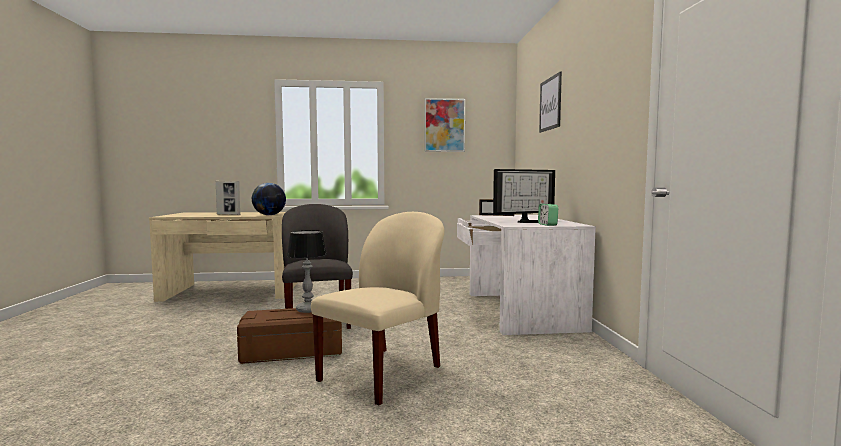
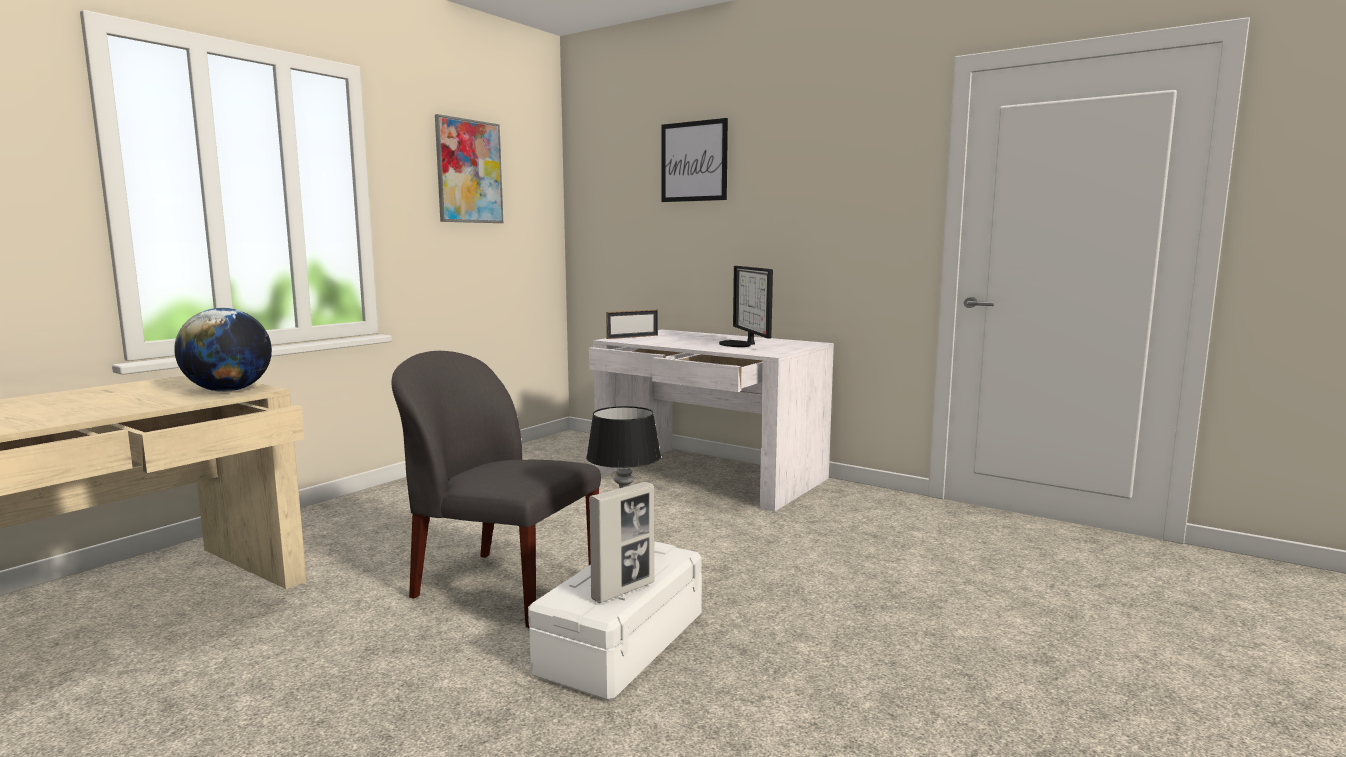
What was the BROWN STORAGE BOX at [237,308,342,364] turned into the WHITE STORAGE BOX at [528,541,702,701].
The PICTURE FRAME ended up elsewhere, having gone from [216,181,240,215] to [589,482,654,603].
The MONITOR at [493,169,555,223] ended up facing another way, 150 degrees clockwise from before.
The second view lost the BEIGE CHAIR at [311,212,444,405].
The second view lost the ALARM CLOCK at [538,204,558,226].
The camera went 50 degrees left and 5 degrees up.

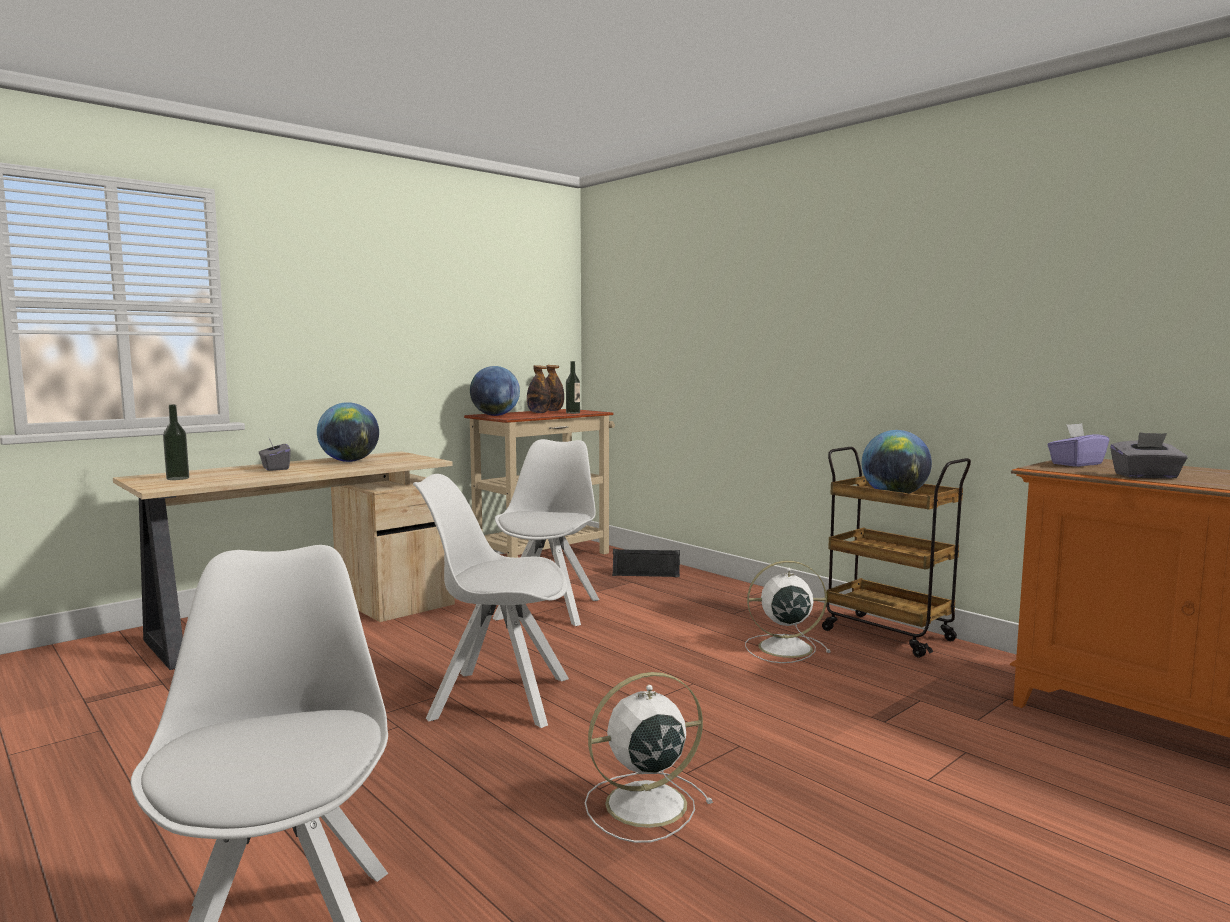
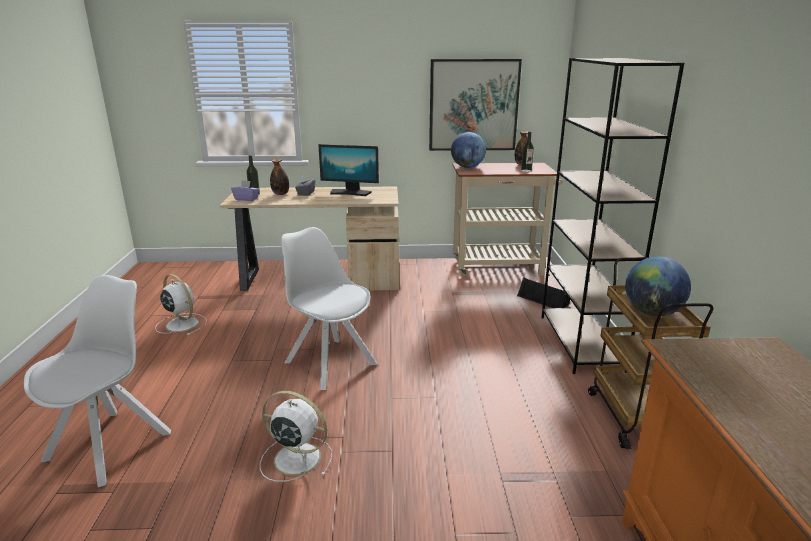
The WHITE FAN ended up elsewhere, having gone from [745,561,830,663] to [155,274,207,335].
The PURPLE TISSUE BOX ended up elsewhere, having gone from [1047,423,1109,467] to [231,180,259,201].
The BOTTLE ended up elsewhere, having gone from [527,365,551,413] to [270,158,289,195].
Where the GLOBE stood at [317,402,379,462], the MONITOR came to stand at [318,144,379,196].
The second view gained the PICTURE at [429,59,522,151].
The second view gained the BEIGE BOOKCASE at [541,58,684,374].
The second view lost the WHITE CHAIR at [492,439,600,626].
The second view lost the GREY TISSUE BOX at [1110,432,1188,479].
The camera went 40 degrees right and 15 degrees up.

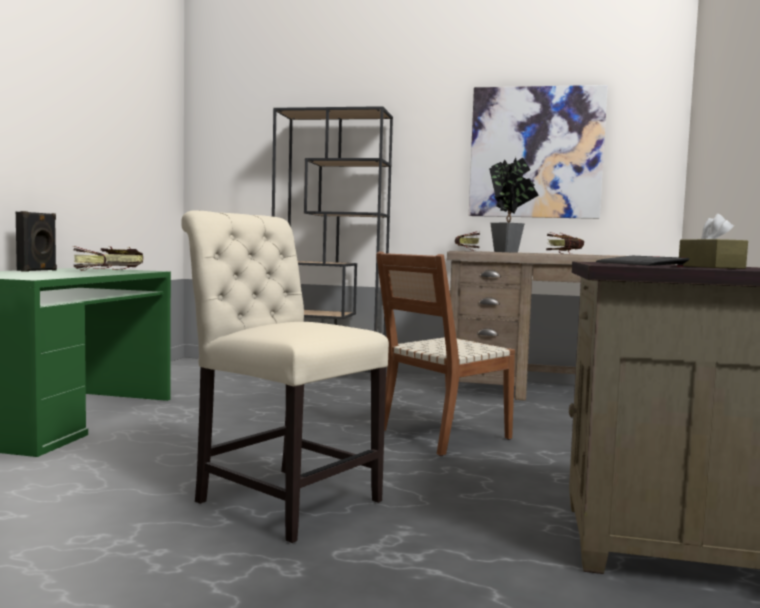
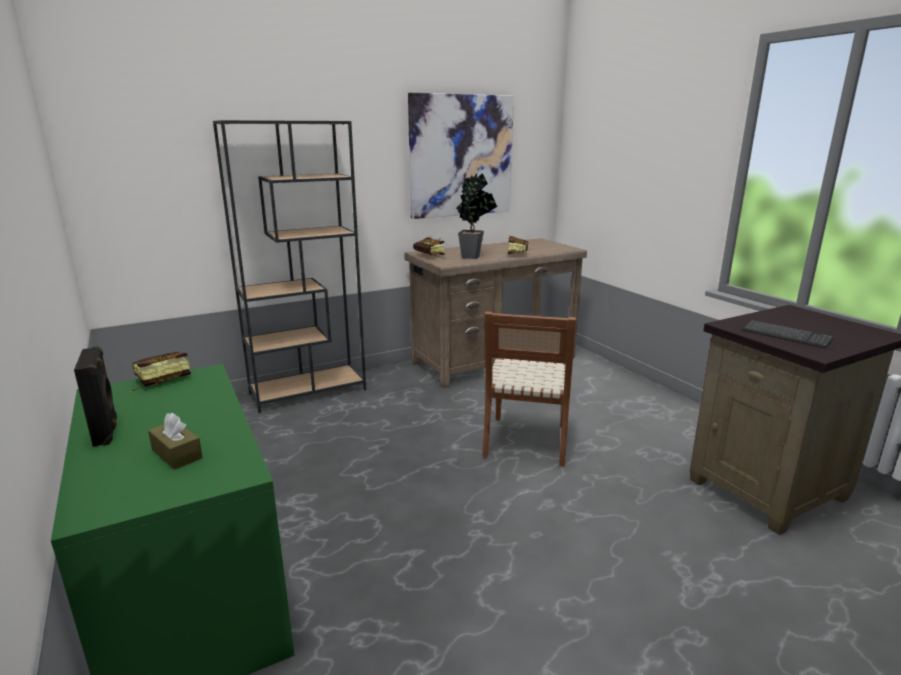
The BROWN TISSUE BOX ended up elsewhere, having gone from [679,214,748,269] to [148,413,203,470].
The second view lost the BOOK at [73,246,106,271].
The second view lost the BEIGE CHAIR at [181,210,389,543].
The camera went 40 degrees left and 15 degrees up.

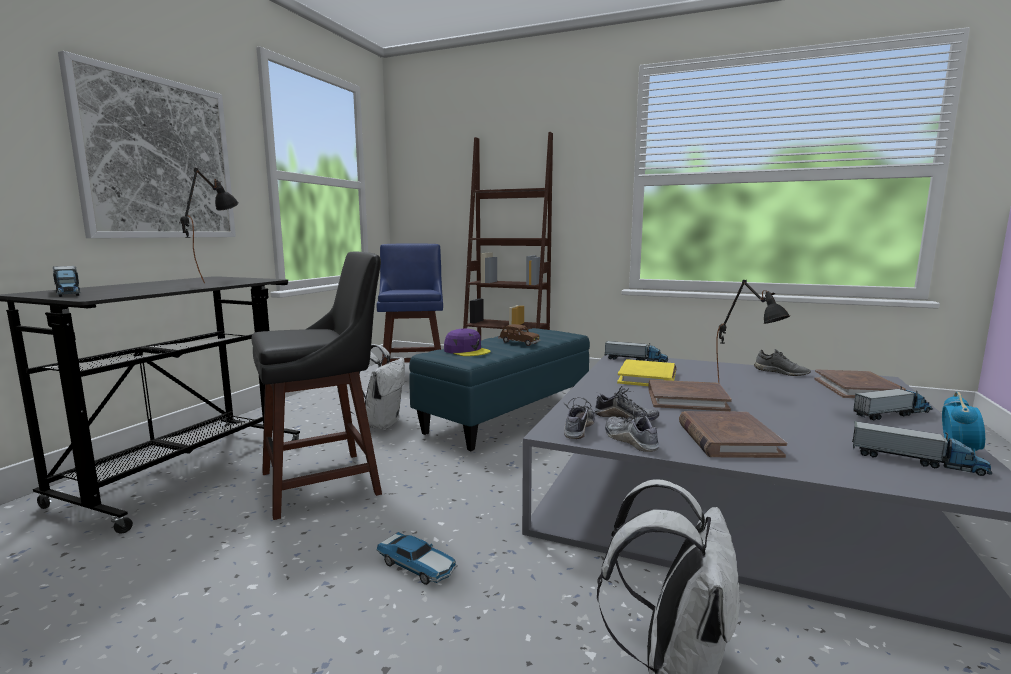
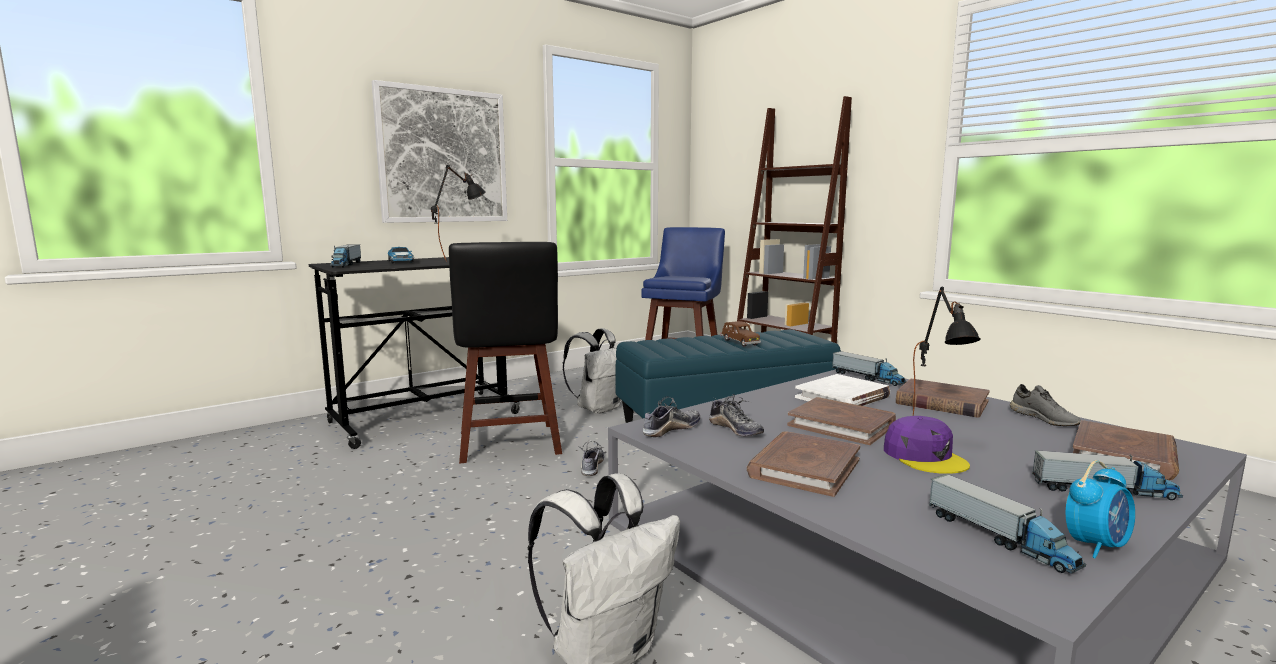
The TOY CAR ended up elsewhere, having gone from [376,532,458,585] to [388,247,414,264].
The BLACK CHAIR at [251,252,382,520] ended up facing another way, 75 degrees clockwise from before.
The SHOE ended up elsewhere, having gone from [605,407,659,452] to [578,441,607,476].
What was the YELLOW BOOK at [617,359,677,386] turned into the WHITE BOOK at [795,374,890,406].
The PURPLE CAP ended up elsewhere, having gone from [444,328,491,356] to [884,416,970,474].
The second view gained the BROWN BOOK at [896,379,990,418].
The camera went 30 degrees right and 0 degrees up.

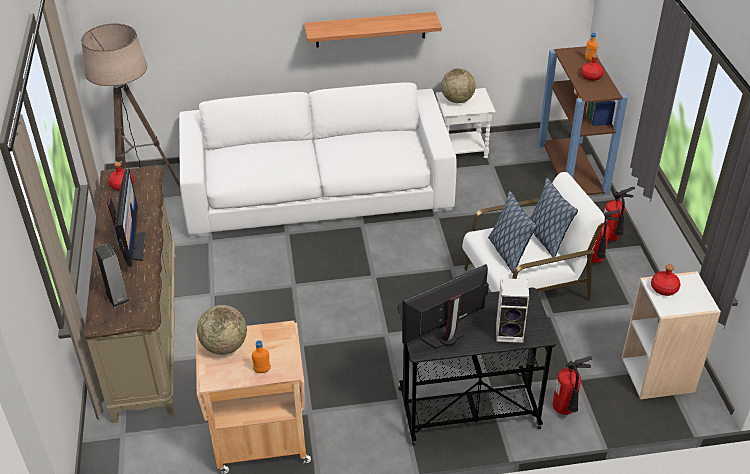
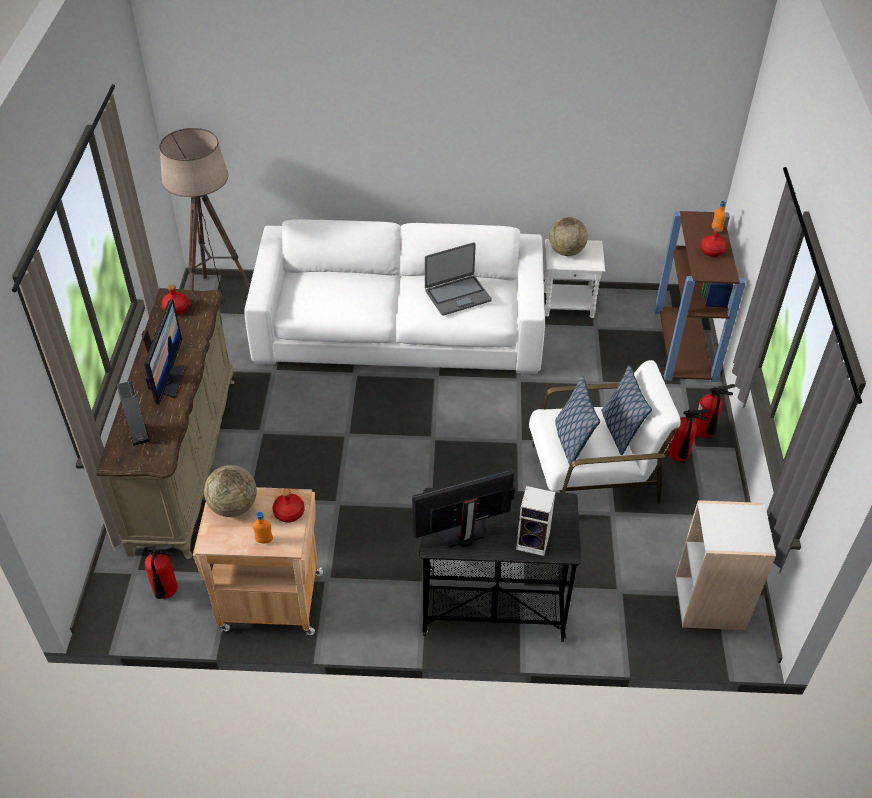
The FIRE EXTINGUISHER ended up elsewhere, having gone from [553,356,593,415] to [145,544,178,599].
The RED BOTTLE ended up elsewhere, having gone from [651,264,680,296] to [273,489,305,523].
The second view gained the LAPTOP at [425,242,492,316].
The second view lost the SHELF at [304,12,442,47].
The camera went 10 degrees right and 5 degrees up.

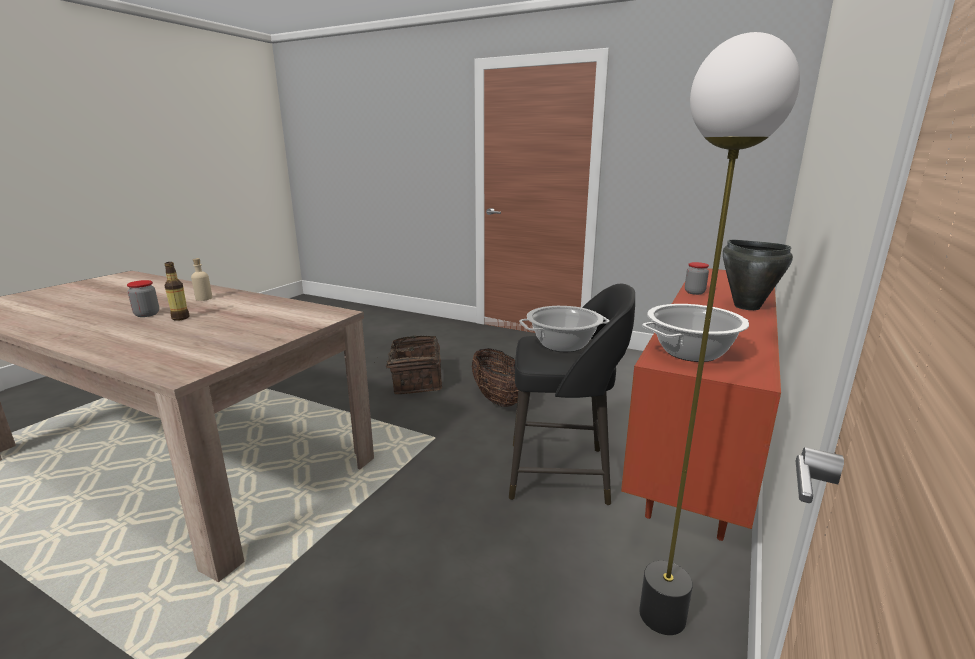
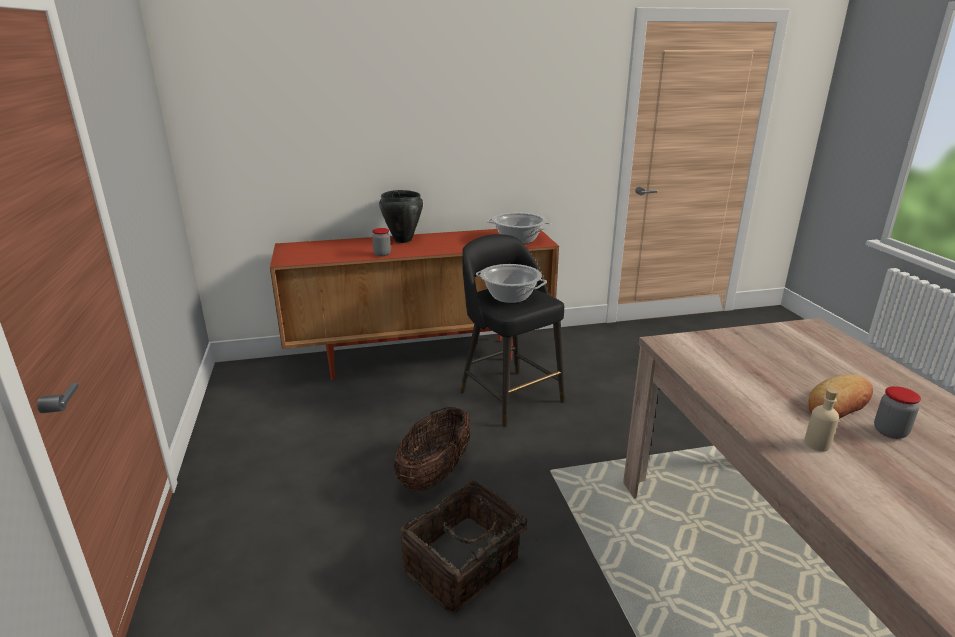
Where the BOTTLE stood at [165,262,190,321], the BREAD came to stand at [808,375,873,419].
The second view lost the FLOOR LAMP at [639,32,800,635].
The camera went 130 degrees left and 5 degrees up.

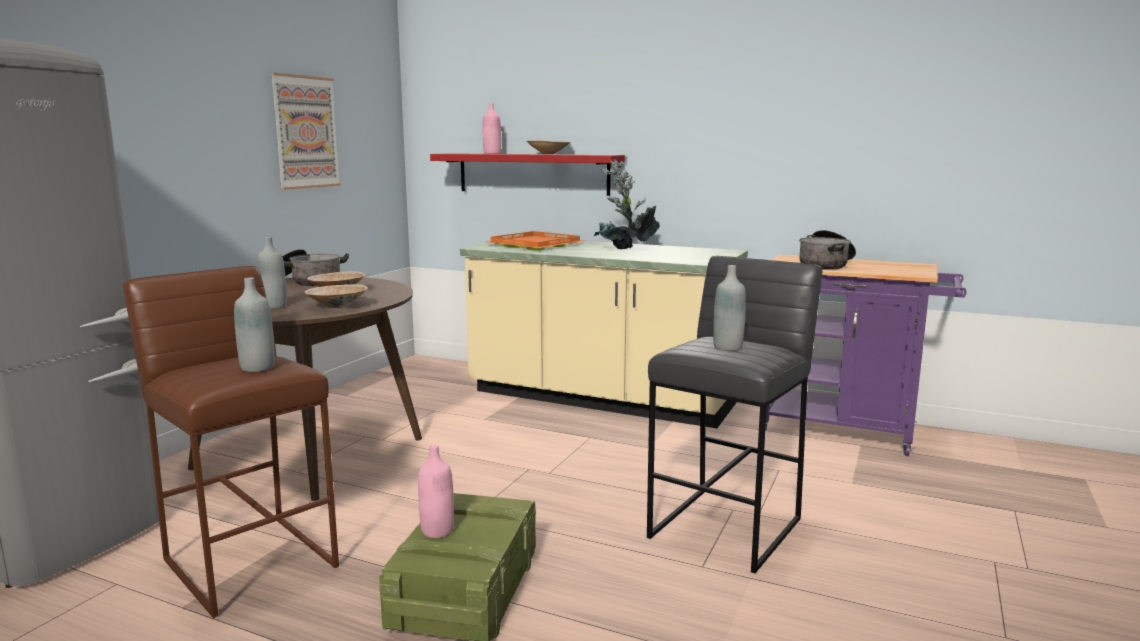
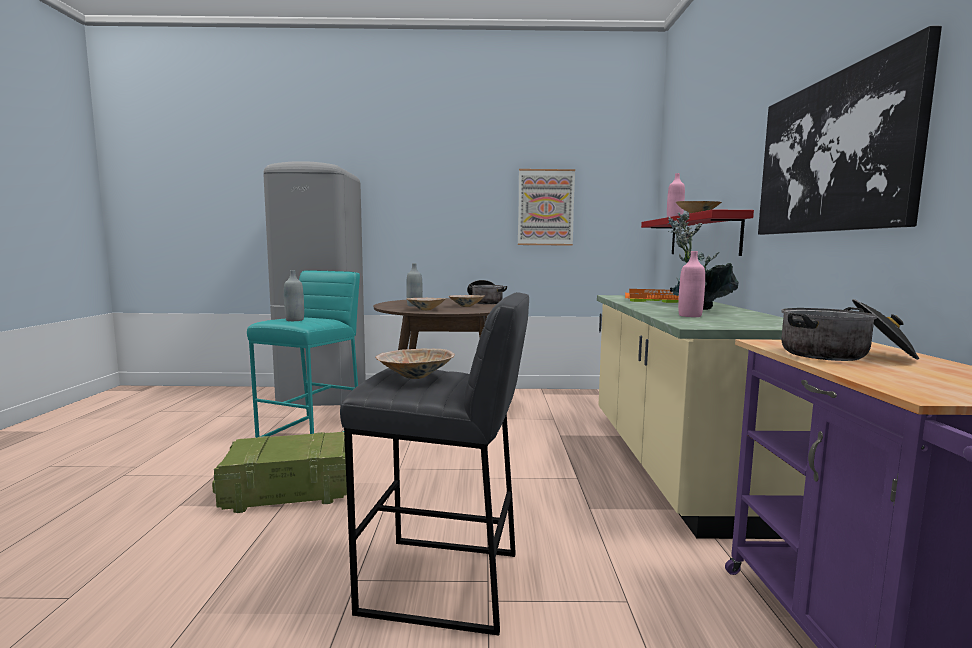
What was the BROWN STOOL at [123,266,339,618] turned into the TURQUOISE STOOL at [247,270,360,438].
Where the GREY BOTTLE stood at [713,265,746,351], the BEIGE BOWL came to stand at [375,348,455,379].
The PINK BOTTLE ended up elsewhere, having gone from [418,445,454,538] to [678,251,705,317].
The second view gained the PICTURE at [758,25,942,235].
The camera went 65 degrees right and 5 degrees down.

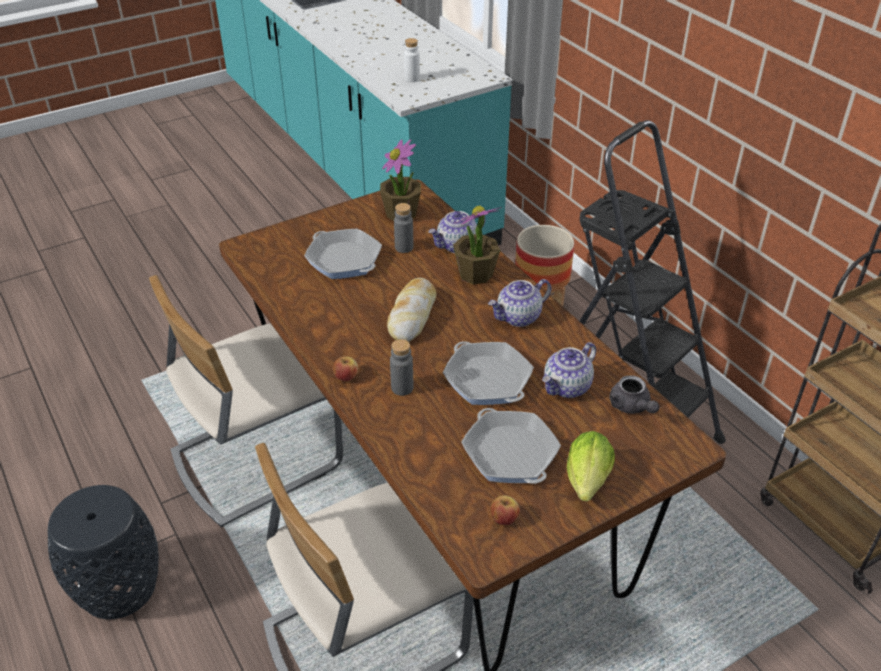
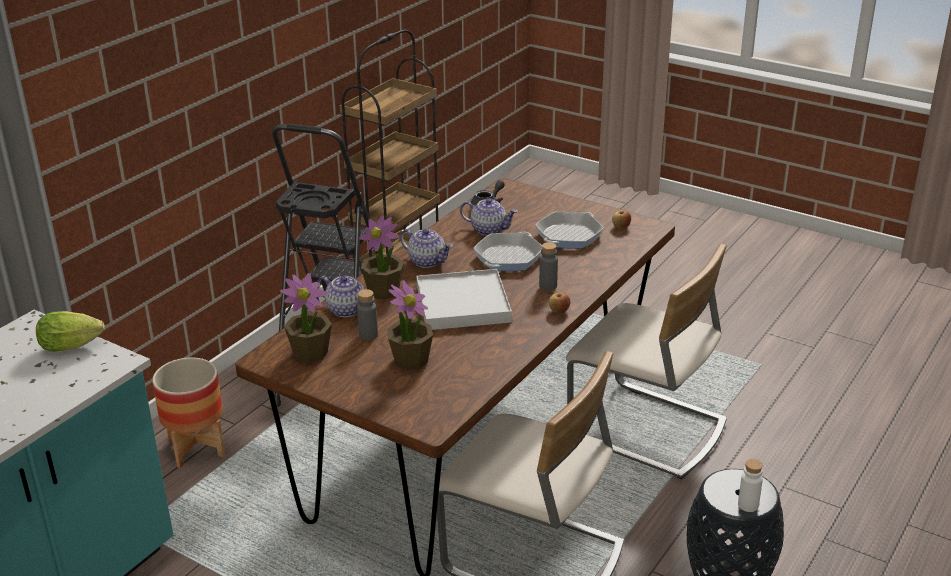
The LETTUCE ended up elsewhere, having gone from [567,431,615,501] to [36,311,105,352].
Where the FRYING PAN stood at [304,229,382,279], the POTTED PLANT came to stand at [387,280,433,370].
Where the BREAD stood at [387,278,436,342], the WHITE TRAY came to stand at [416,269,512,330].
The WHITE BOTTLE ended up elsewhere, having gone from [404,38,420,82] to [738,459,763,512].
The camera went 115 degrees left and 10 degrees down.

